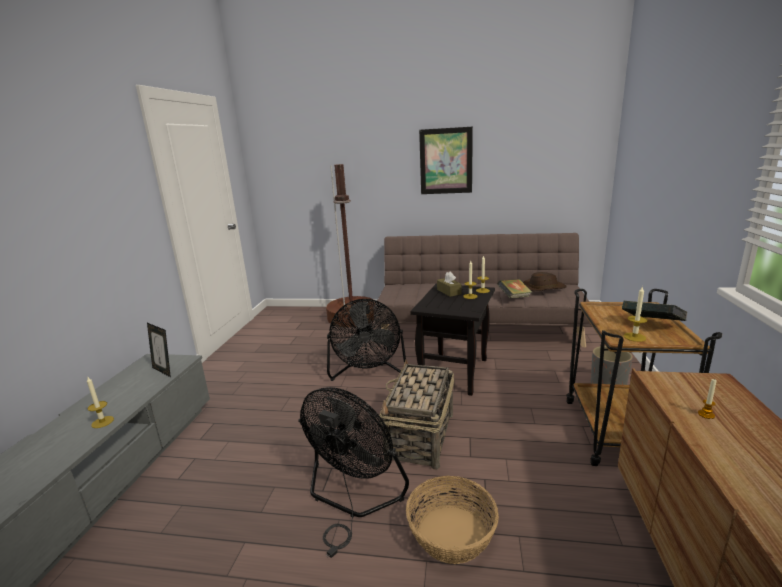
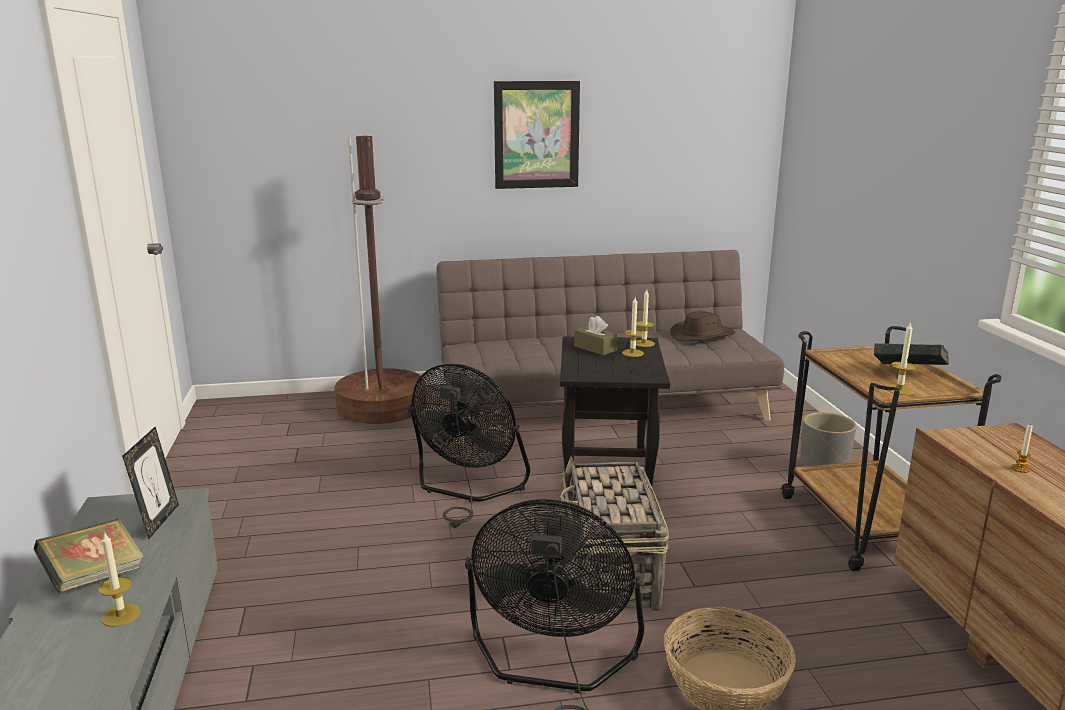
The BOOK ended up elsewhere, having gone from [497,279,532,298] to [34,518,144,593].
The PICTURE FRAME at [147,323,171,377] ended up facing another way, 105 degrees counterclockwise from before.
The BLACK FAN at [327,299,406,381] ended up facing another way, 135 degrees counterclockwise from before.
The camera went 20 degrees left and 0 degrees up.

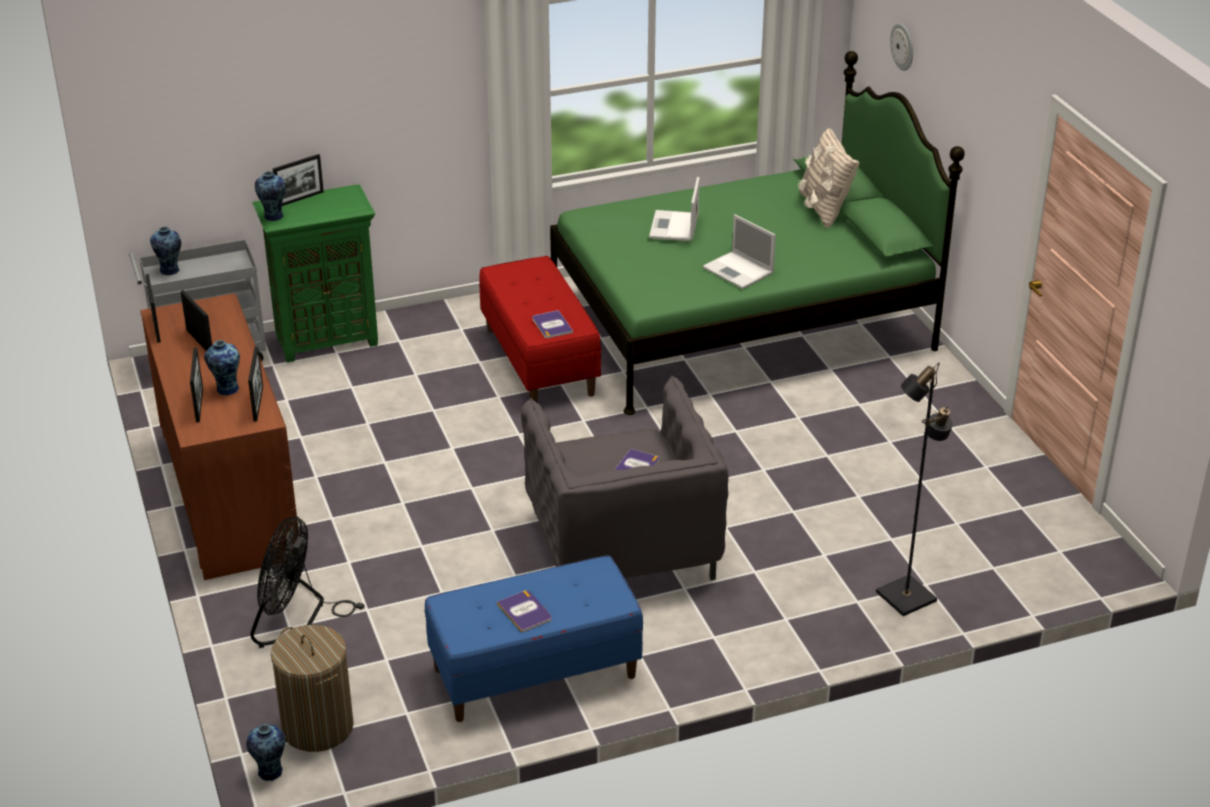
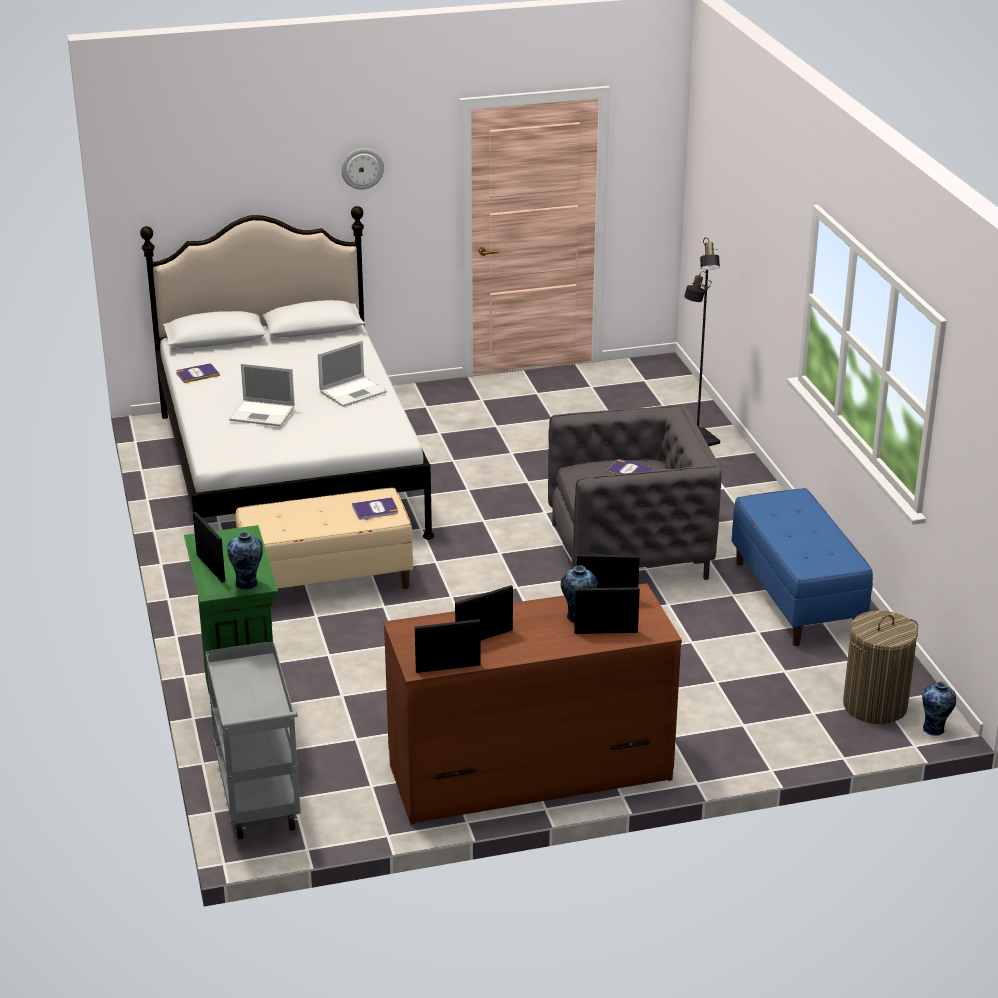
What was the GREEN BED at [550,51,965,415] turned into the WHITE BED at [140,206,434,540].
The BOOK ended up elsewhere, having gone from [497,590,552,633] to [176,364,220,383].
What was the RED BENCH at [479,256,601,402] turned into the BEIGE BENCH at [235,488,413,589].
The WALL CLOCK ended up elsewhere, having gone from [890,23,913,71] to [341,148,384,190].
The second view lost the VASE at [150,227,181,276].
The second view lost the BLACK FAN at [250,516,365,648].
The second view lost the BEIGE PILLOW at [797,128,859,228].
The camera went 85 degrees left and 5 degrees down.

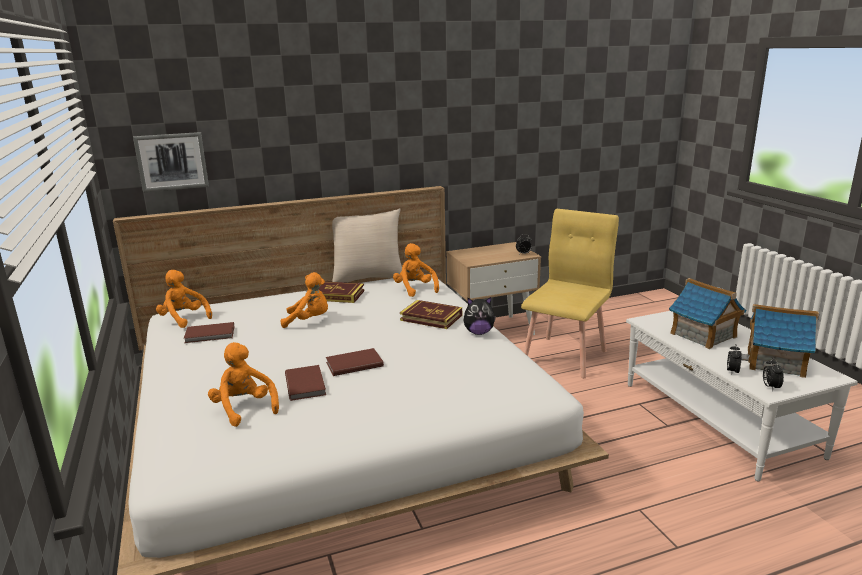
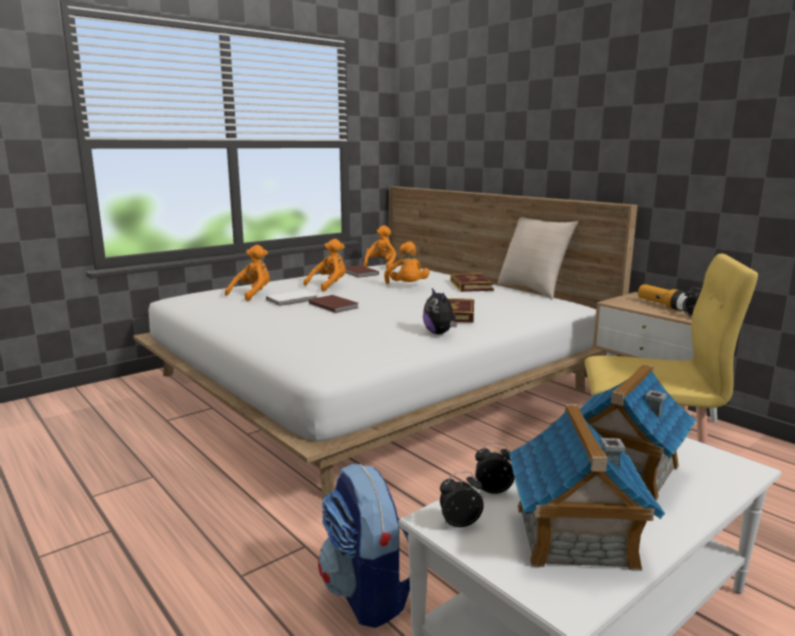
What was the BROWN BOOK at [285,365,326,401] turned into the WHITE BOOK at [266,290,318,306].
The ORANGE PLUSH TOY ended up elsewhere, having gone from [393,243,439,297] to [303,239,346,292].
The second view gained the BACKPACK at [318,463,410,628].
The second view gained the FLASHLIGHT at [638,284,689,311].
The second view lost the PICTURE at [133,132,209,192].
The camera went 70 degrees right and 5 degrees down.

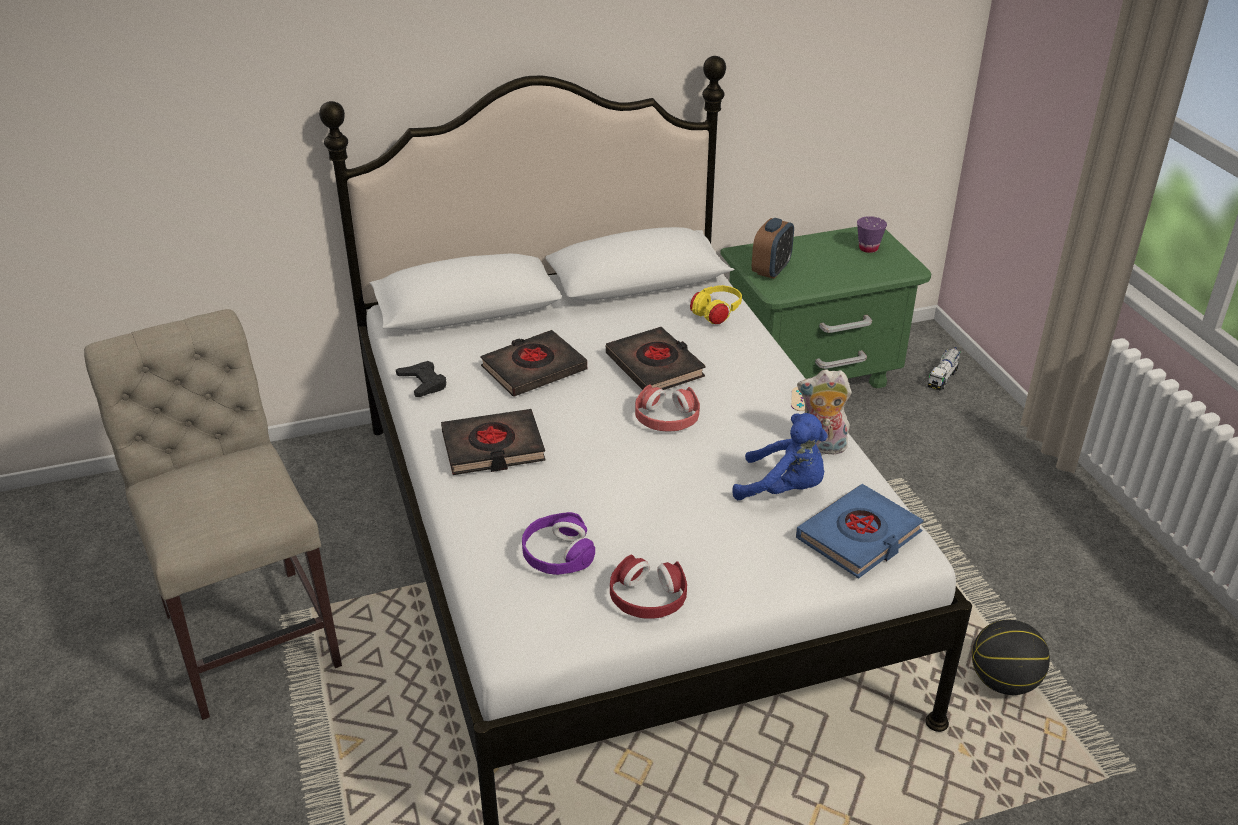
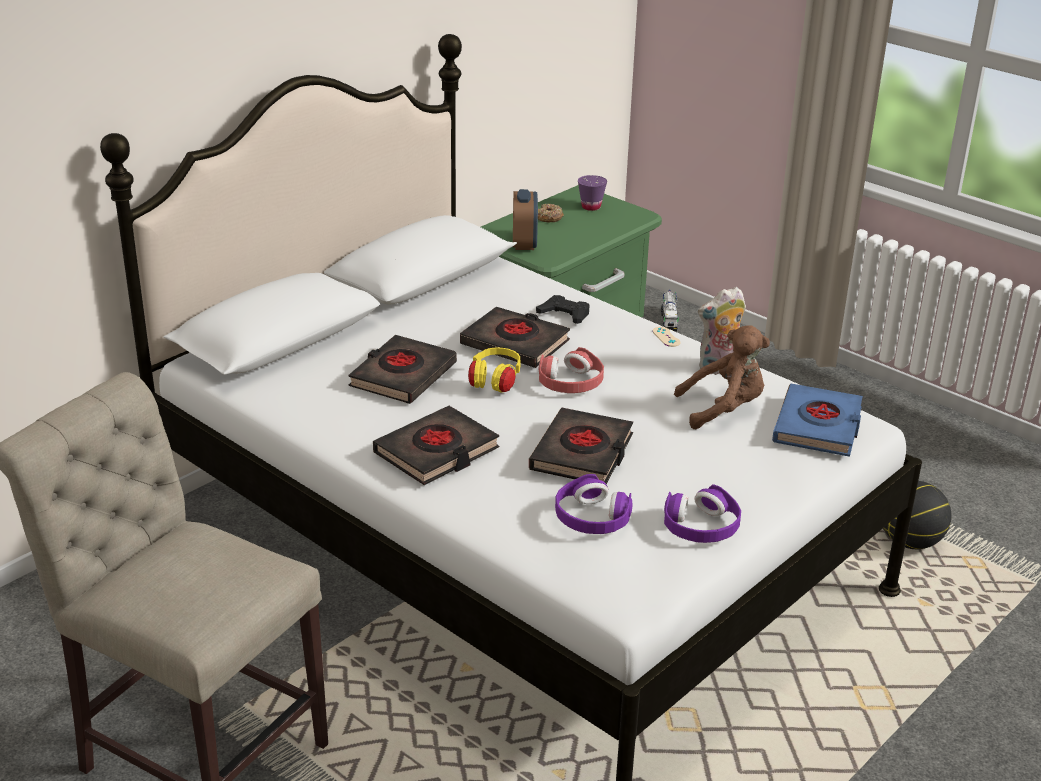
The YELLOW HEADPHONES ended up elsewhere, having gone from [690,285,742,324] to [468,347,521,393].
The second view gained the BLACK BOOK at [529,408,633,484].
The BLACK GAME CONTROLLER ended up elsewhere, having gone from [396,361,446,397] to [536,295,590,324].
The second view gained the DONUT at [538,204,564,222].
What was the RED HEADPHONES at [610,555,687,619] turned into the PURPLE HEADPHONES at [664,484,741,543].
What was the BLUE PLUSH TOY at [732,413,828,500] turned into the BROWN PLUSH TOY at [674,325,770,429].
The camera went 30 degrees left and 5 degrees down.

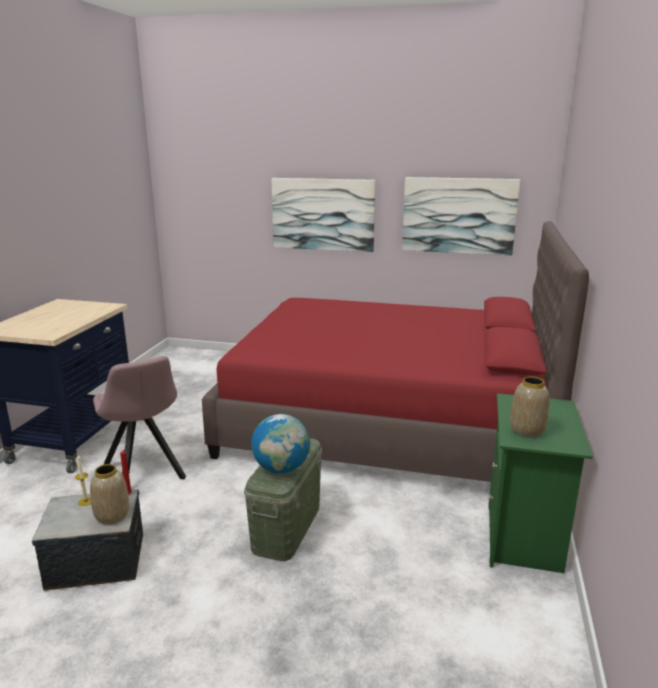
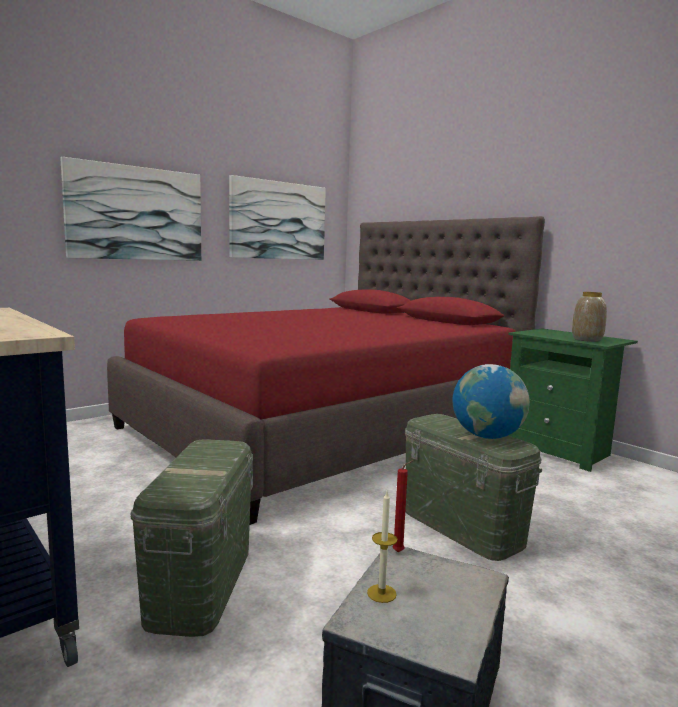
Where the PINK CHAIR stood at [93,356,186,479], the GREEN STORAGE BOX came to stand at [131,440,253,637].
The second view lost the VASE at [90,464,130,525].
The camera went 55 degrees left and 10 degrees down.

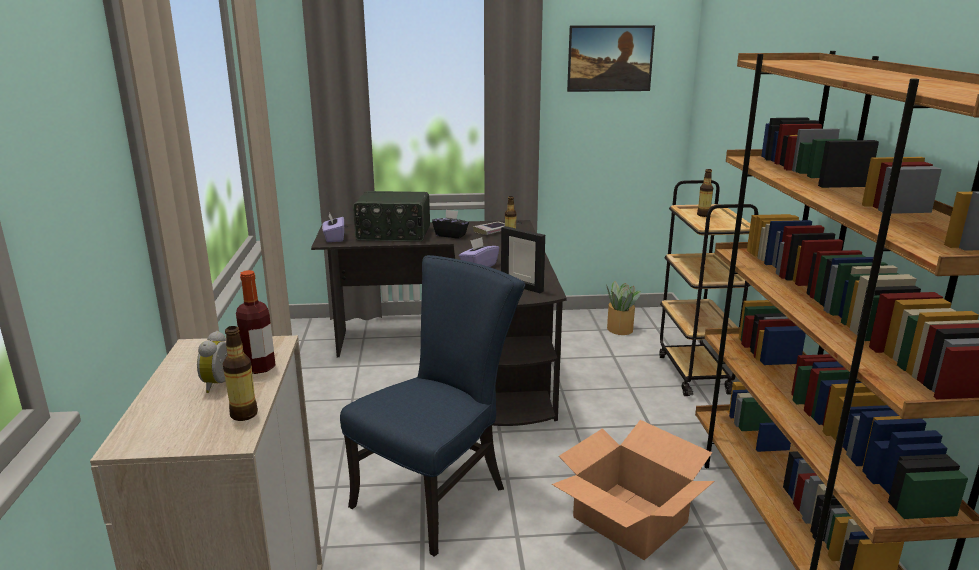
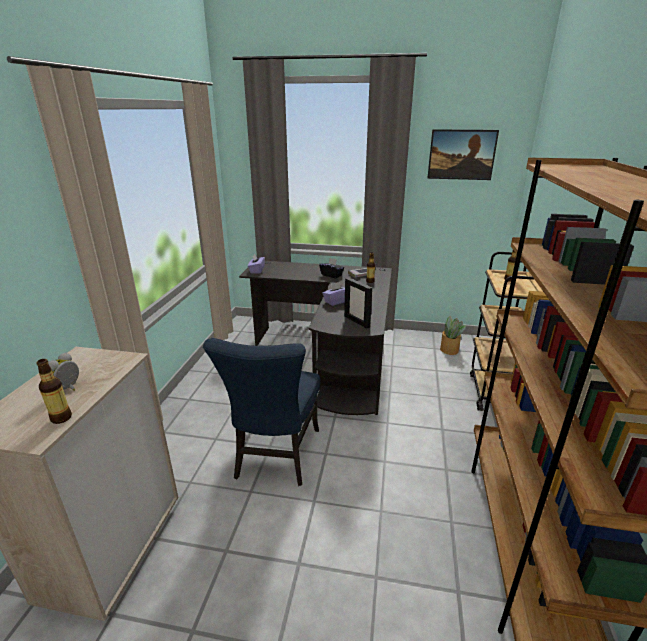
The BLUE CHAIR at [340,255,525,557] ended up facing another way, 135 degrees clockwise from before.
The second view lost the BOTTLE at [236,270,276,374].
The second view lost the RADIO at [353,191,430,242].
The second view lost the CARDBOARD BOX at [552,420,715,560].
The camera went 15 degrees right and 5 degrees up.

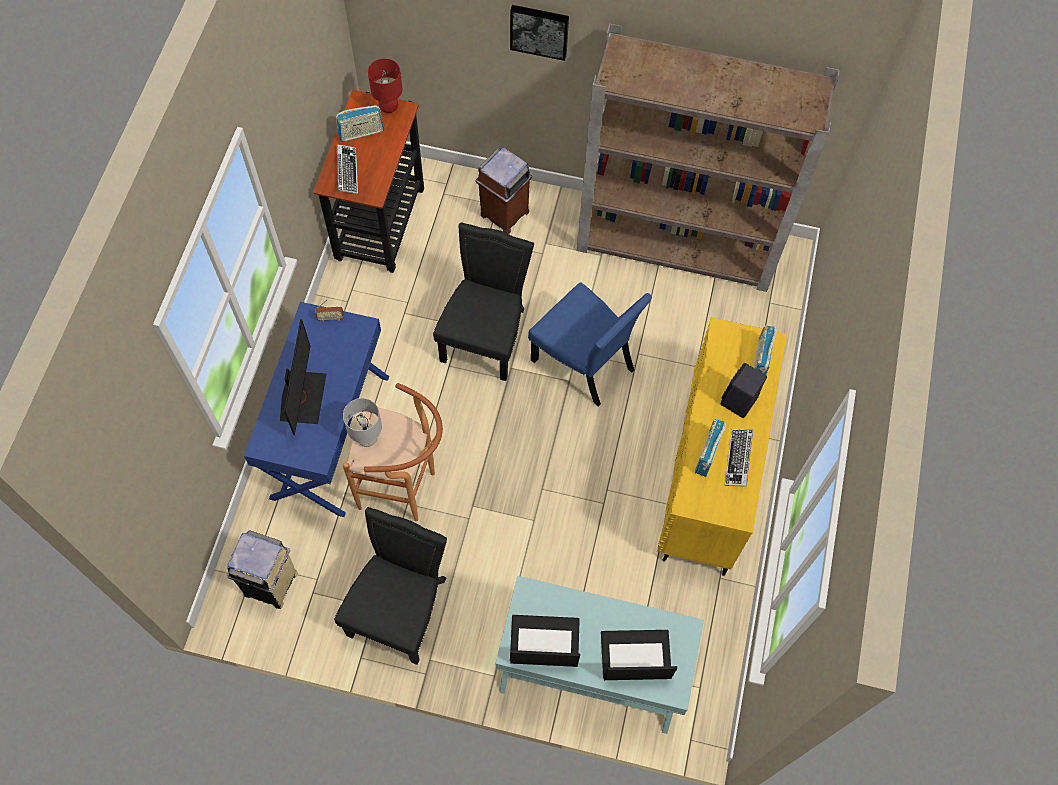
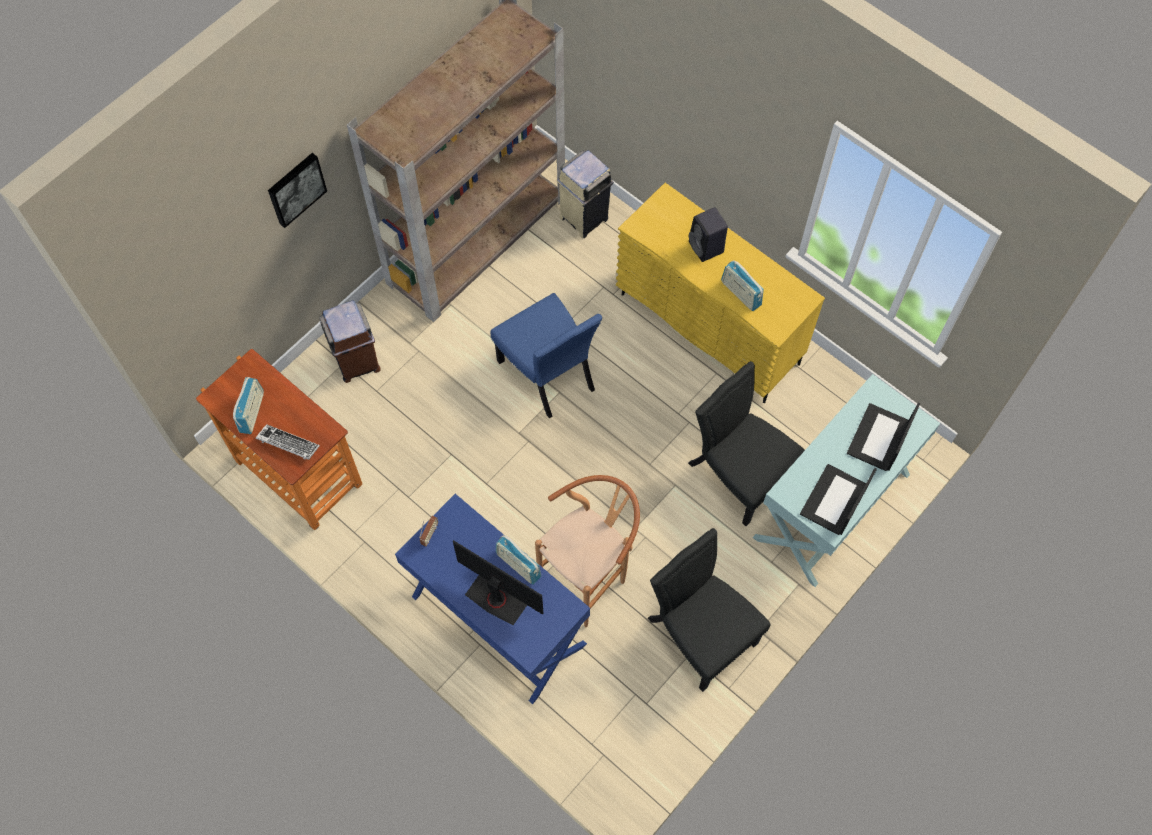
What was the BLACK CART at [313,90,424,273] turned into the ORANGE CART at [196,349,363,530].
The BLUE CHAIR at [528,282,652,407] ended up facing another way, 75 degrees clockwise from before.
The RADIO ended up elsewhere, having gone from [753,325,777,375] to [496,535,541,585].
The BEIGE TRASH CAN ended up elsewhere, having gone from [227,530,298,609] to [557,150,614,238].
The BLACK CHAIR ended up elsewhere, having gone from [433,222,534,381] to [688,361,805,526].
The second view lost the GREY TABLE LAMP at [343,398,382,447].
The second view lost the RED TABLE LAMP at [368,58,402,113].
The second view lost the KEYBOARD at [724,429,753,487].
The camera went 60 degrees left and 0 degrees up.

